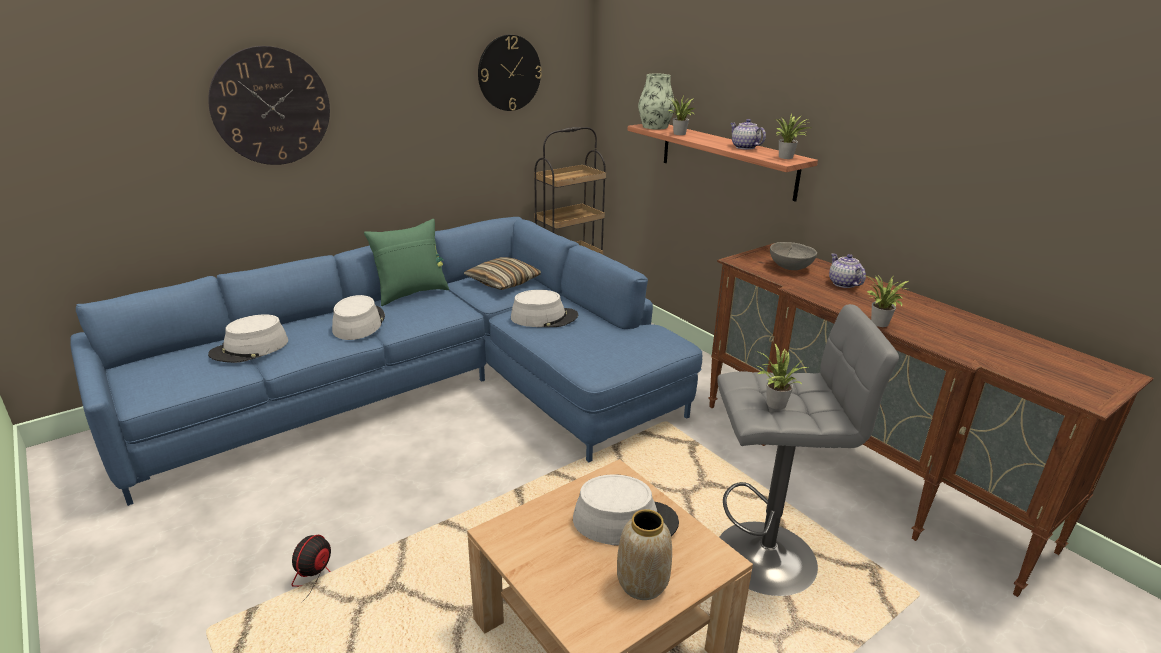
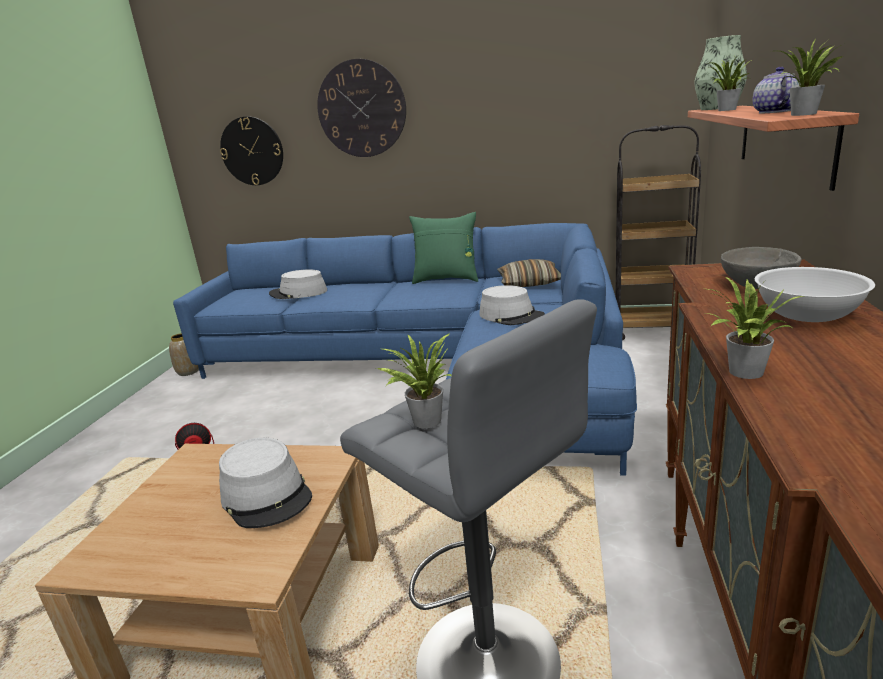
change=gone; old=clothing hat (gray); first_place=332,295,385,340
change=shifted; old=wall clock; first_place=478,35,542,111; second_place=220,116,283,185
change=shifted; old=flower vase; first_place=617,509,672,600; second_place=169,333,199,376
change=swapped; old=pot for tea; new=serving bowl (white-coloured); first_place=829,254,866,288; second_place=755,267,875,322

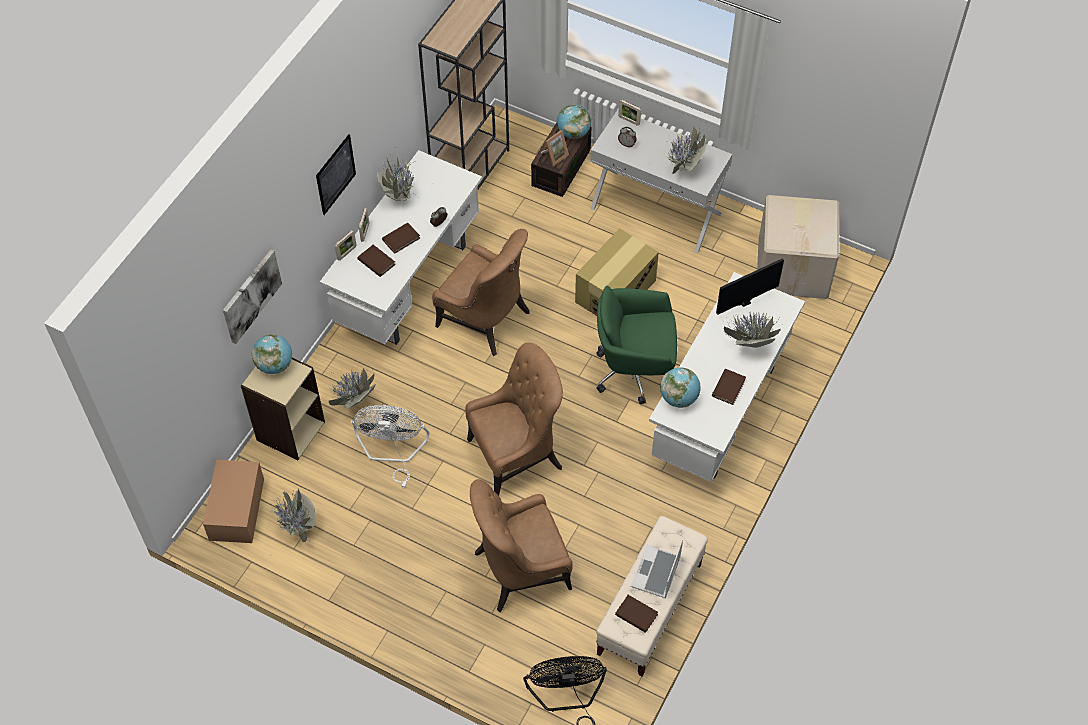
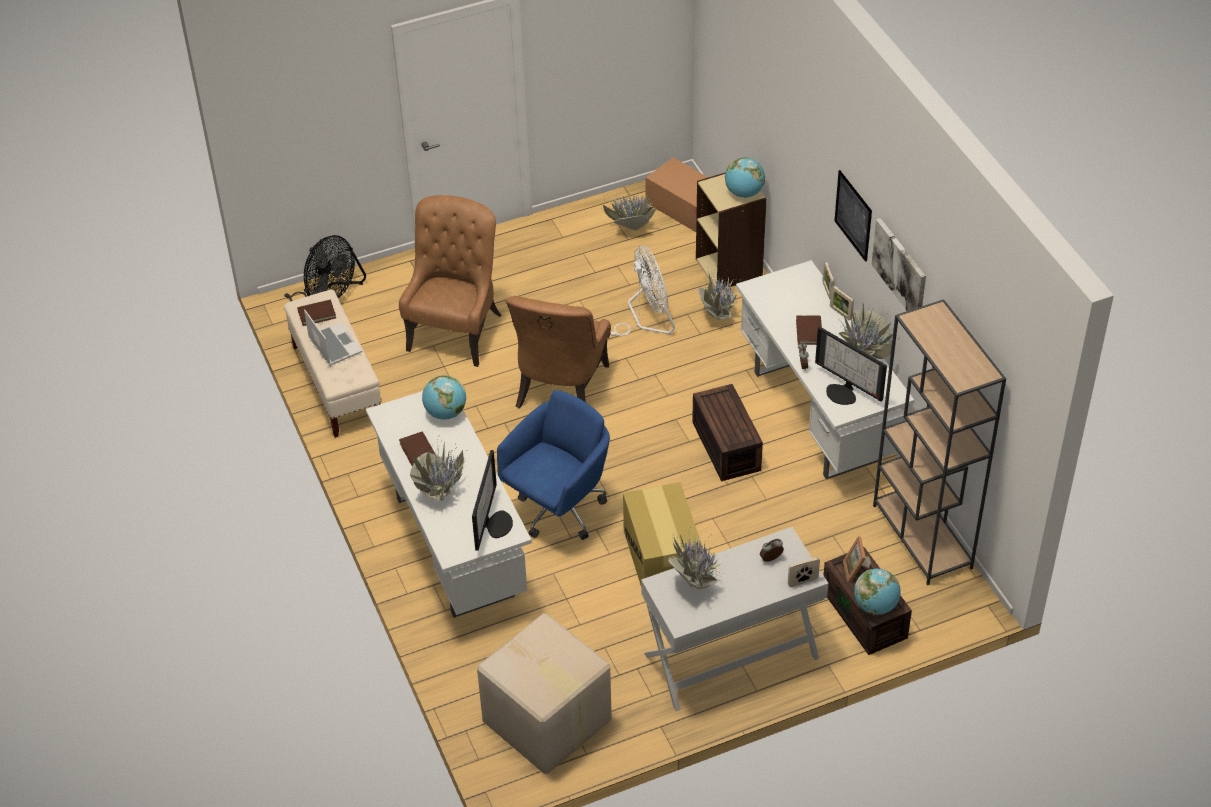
change=shifted; old=wall art; first_place=223,249,282,344; second_place=871,218,926,311
change=rotated; old=fan (white-coloured); first_place=351,405,429,488; second_place=610,246,675,336; degrees=-60
change=gone; old=bound book (brown-coloured); first_place=358,245,396,277
change=swapped; old=plain chair (brown-coloured); new=storage container (brown-coloured); first_place=432,229,530,356; second_place=692,384,763,481
change=repainted; old=desk chair (green); new=desk chair (bluish); first_place=596,286,677,404; second_place=497,390,610,540
change=new; new=computer display; second_place=815,327,887,405

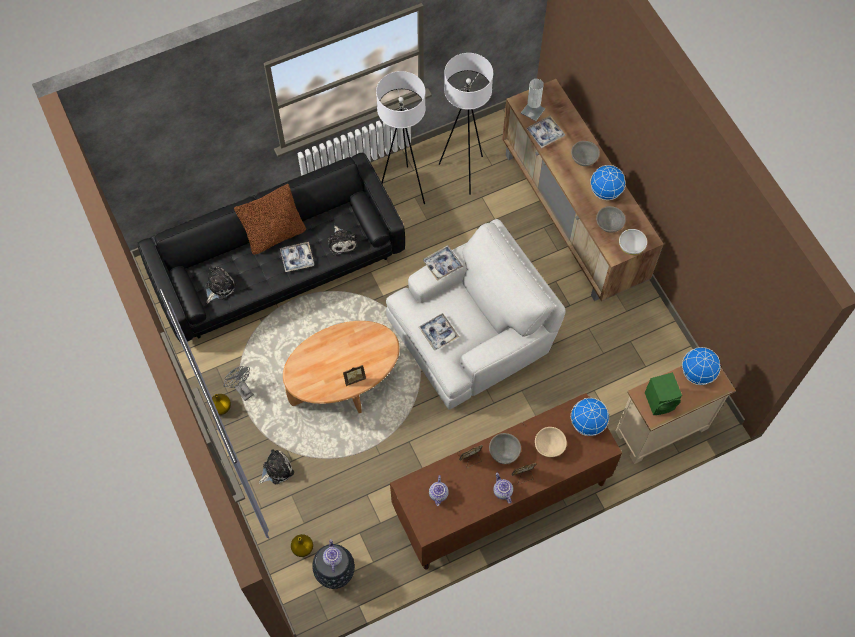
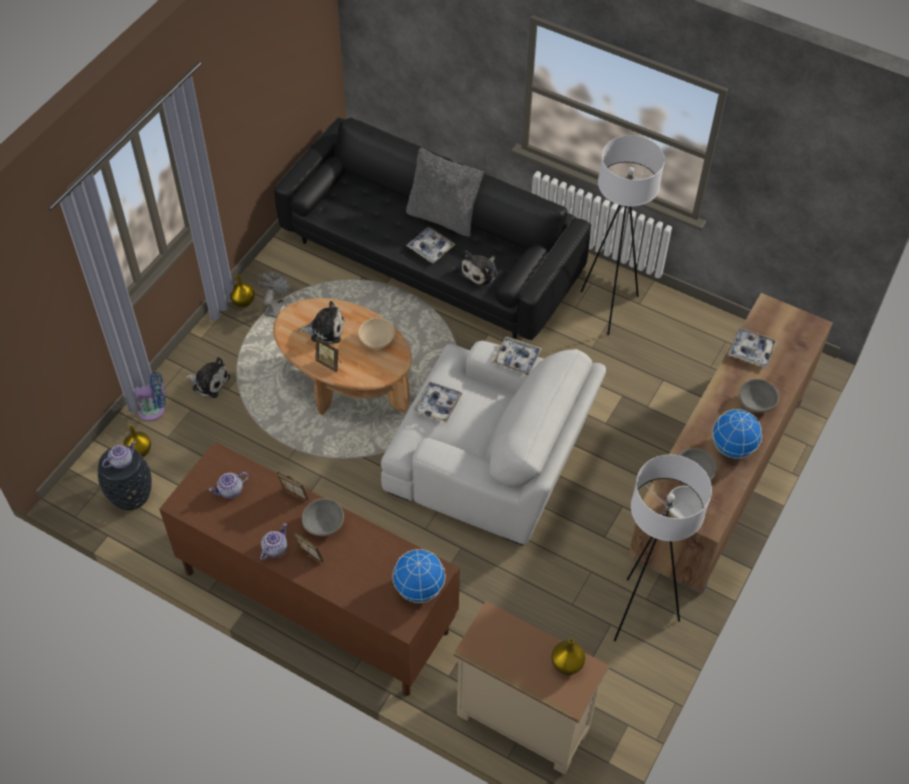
change=shifted; old=cuddly toy; first_place=205,267,237,303; second_place=298,301,344,344
change=repainted; old=pillow (brown-coloured); new=pillow (gray); first_place=234,184,306,255; second_place=406,148,484,236
change=shifted; old=standing lamp (white-coloured); first_place=439,53,493,195; second_place=614,455,712,641
change=gone; old=tabletop lamp (white-coloured); first_place=521,79,545,121
change=shifted; old=serving bowl (beige-coloured); first_place=535,427,567,457; second_place=358,318,395,349
change=gone; old=audio speaker (green); first_place=645,372,682,415
change=swapped; old=desk globe; new=flower vase (yellow-coloured); first_place=682,347,721,385; second_place=551,639,585,675
change=new; new=fan (bluish); second_place=134,372,166,421

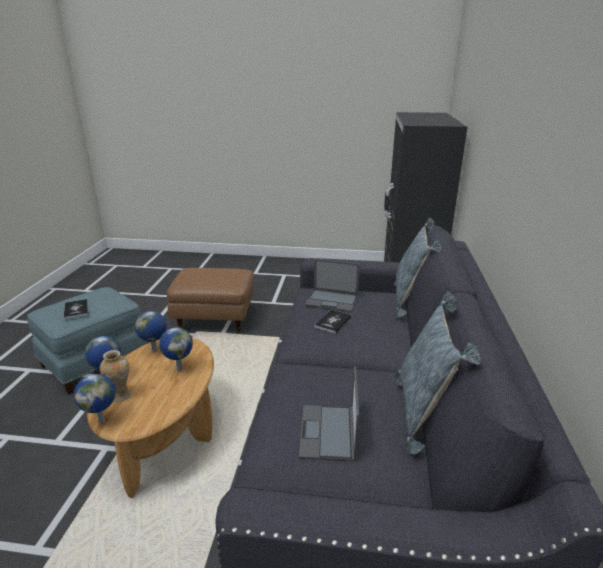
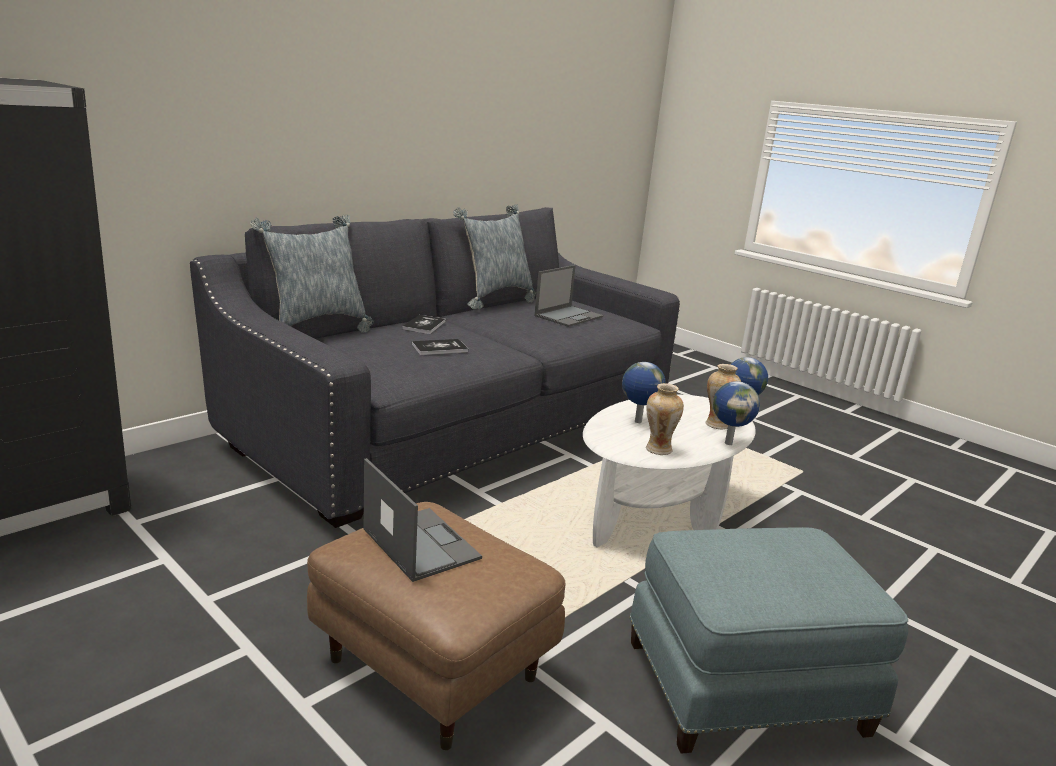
change=shifted; old=bound book; first_place=64,299,88,319; second_place=402,315,446,334
change=repainted; old=low table (brown-coloured); new=low table (white-coloured); first_place=87,338,214,498; second_place=583,394,756,548
change=swapped; old=desk globe; new=flower vase; first_place=135,311,167,352; second_place=646,383,684,455
change=shifted; old=laptop; first_place=305,259,360,312; second_place=363,458,482,582

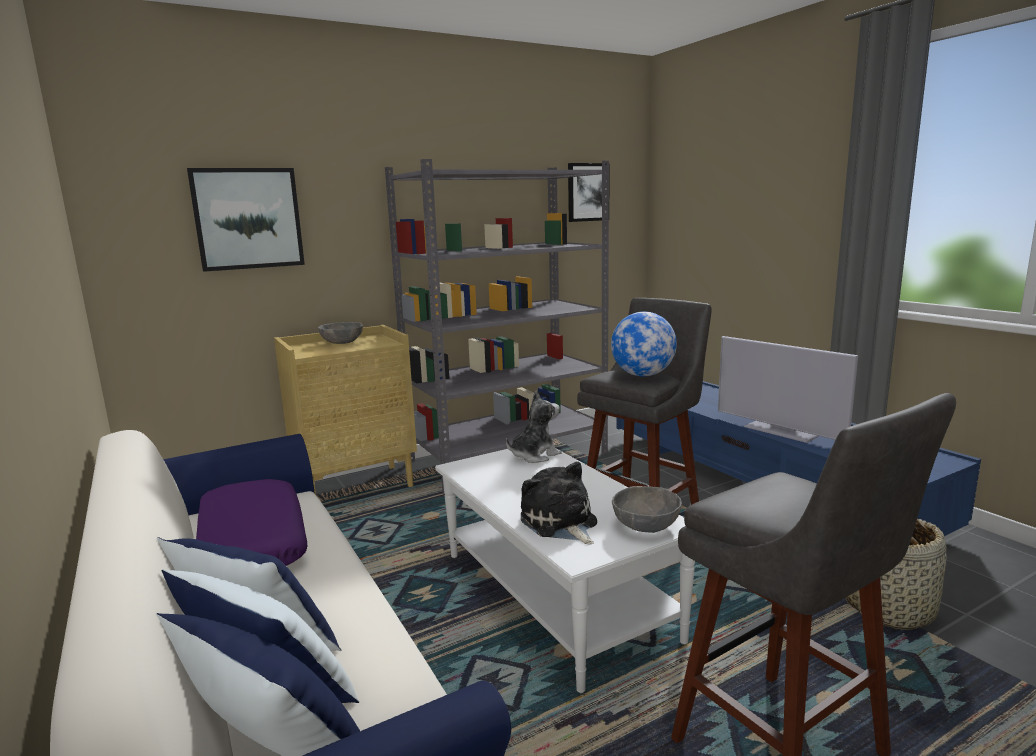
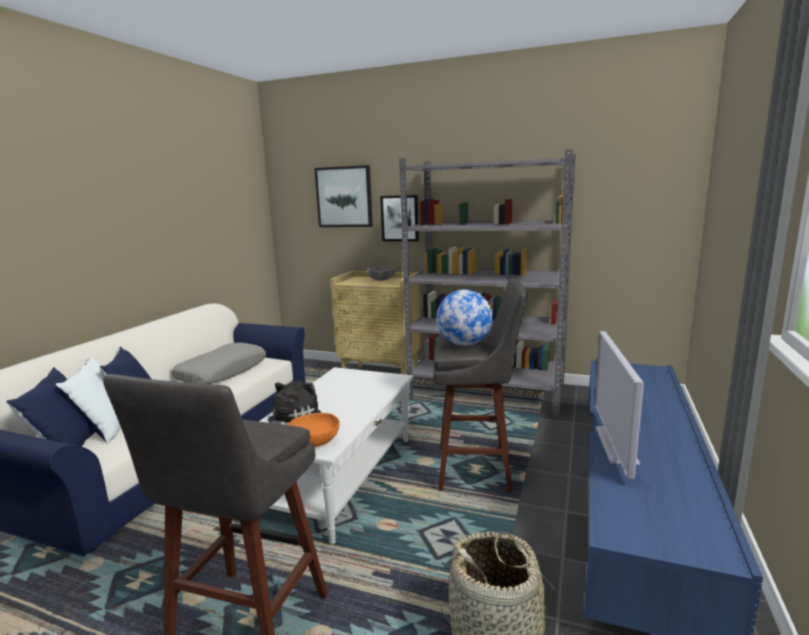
change=repainted; old=pillow (purple-coloured); new=pillow (gray); first_place=196,479,308,566; second_place=172,342,266,384
change=gone; old=cuddly toy; first_place=506,391,561,463
change=shifted; old=wall art; first_place=568,163,610,222; second_place=380,195,419,242
change=repainted; old=serving bowl (gray); new=serving bowl (orange-coloured); first_place=612,486,682,533; second_place=288,413,340,447

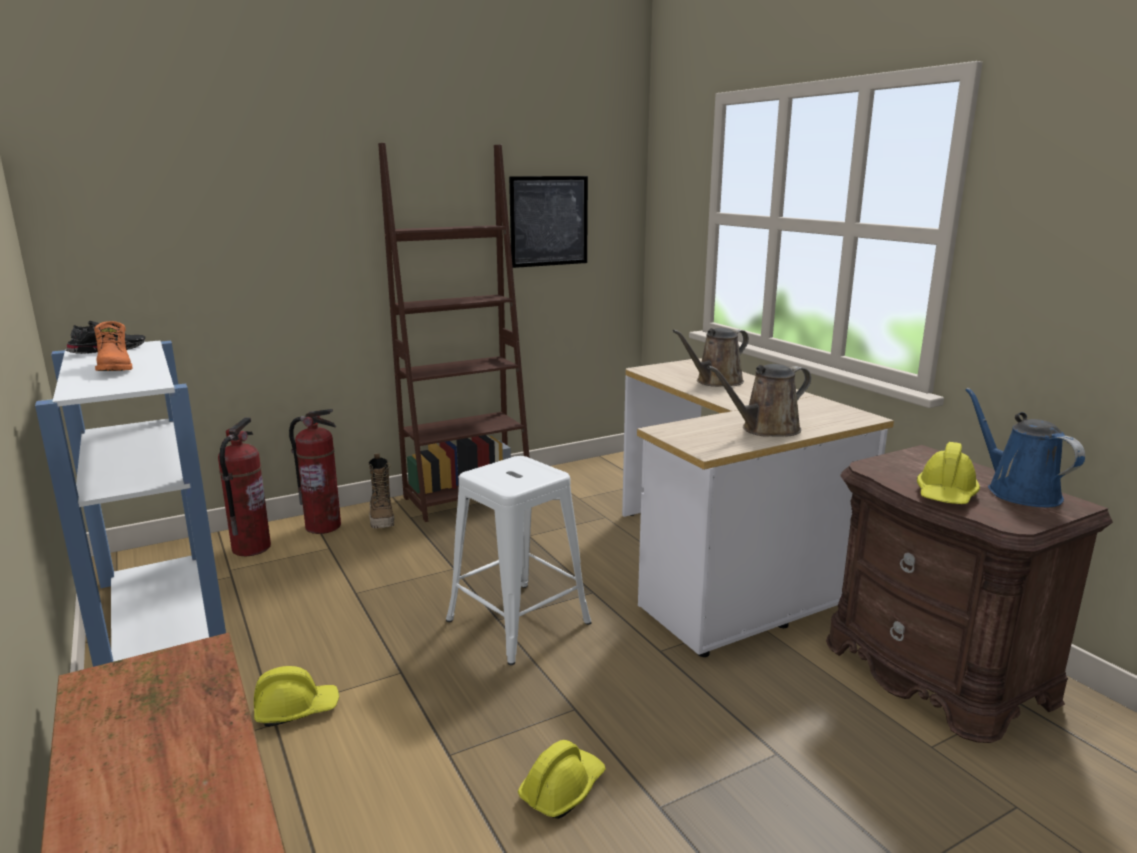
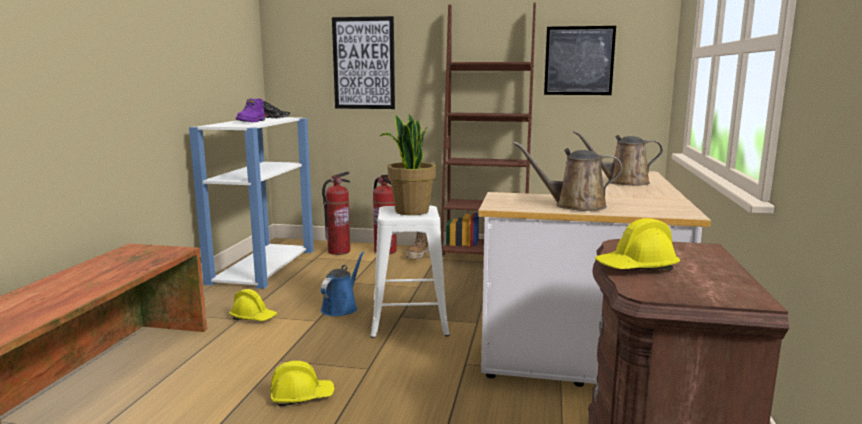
change=repainted; old=tall boot (orange-coloured); new=tall boot (purple-coloured); first_place=94,321,132,371; second_place=236,98,265,122
change=shifted; old=watering can (bluish); first_place=965,388,1085,507; second_place=321,251,365,316
change=new; new=wall art; second_place=332,16,395,109
change=new; new=houseplant; second_place=380,114,436,215

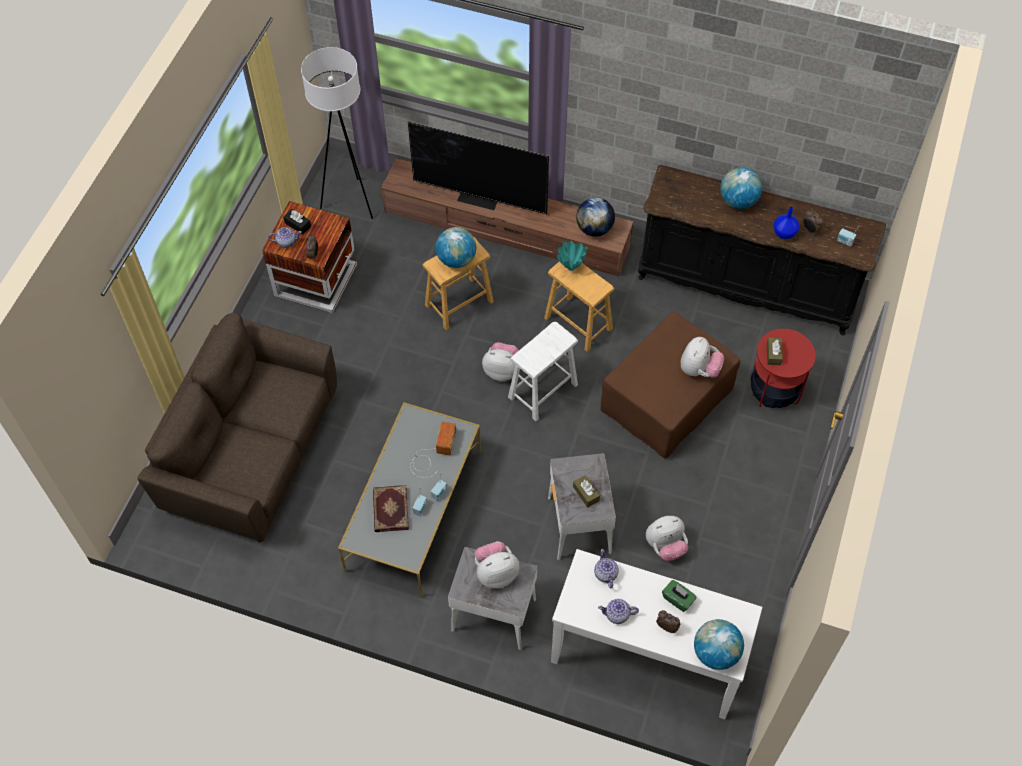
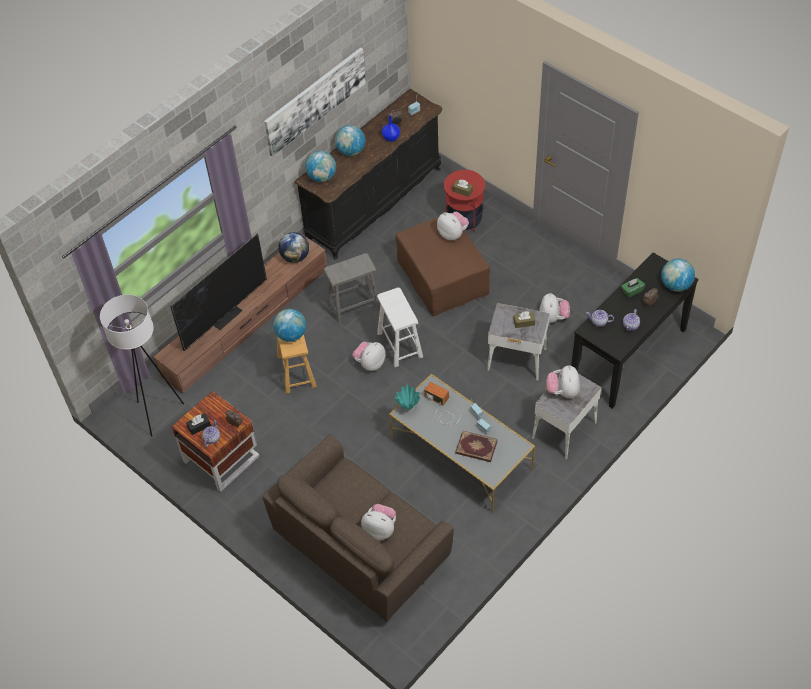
change=repainted; old=stool (brown-coloured); new=stool (gray); first_place=544,262,614,352; second_place=324,253,380,324
change=repainted; old=hall table (white-coloured); new=hall table (black); first_place=551,549,763,719; second_place=571,253,698,409
change=shifted; old=flower vase (turquoise); first_place=557,241,588,271; second_place=395,384,420,410
change=new; new=wall art; second_place=264,48,366,156
change=new; new=desk globe; second_place=305,151,336,182
change=new; new=cuddly toy; second_place=361,504,396,540

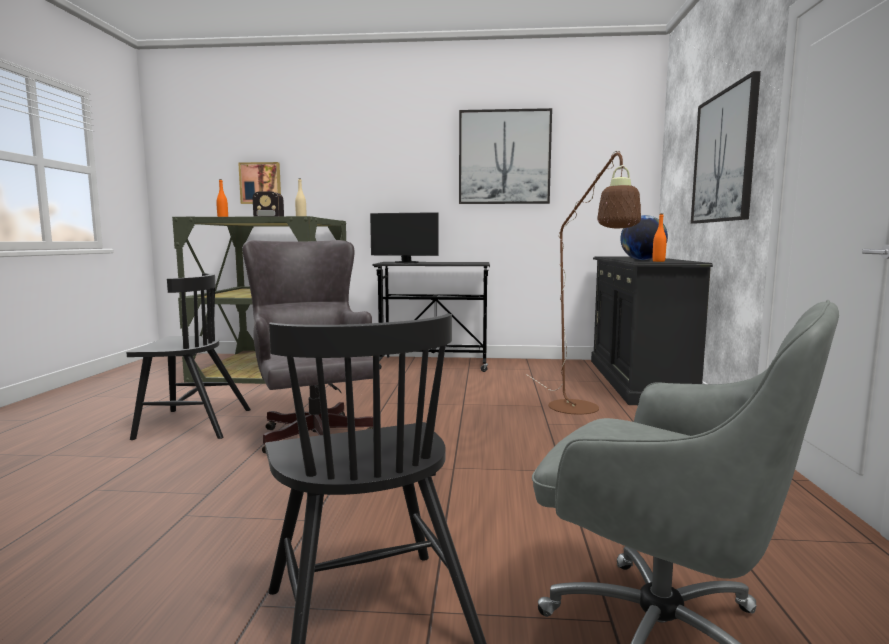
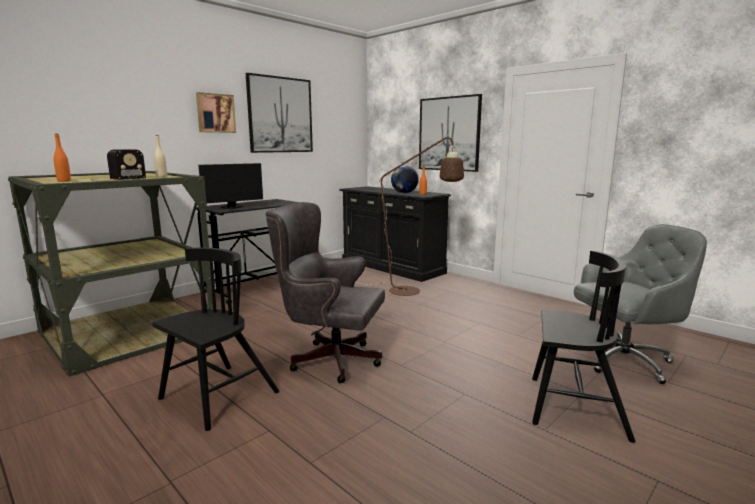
change=shifted; old=wall art; first_place=238,162,281,204; second_place=196,92,236,133

